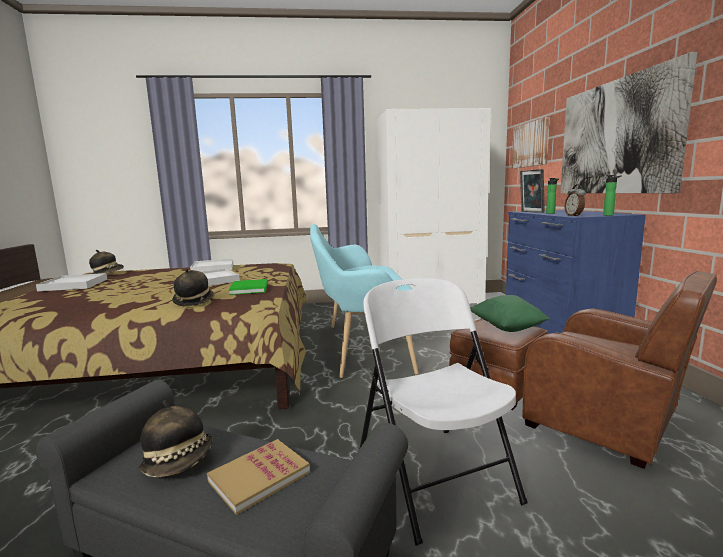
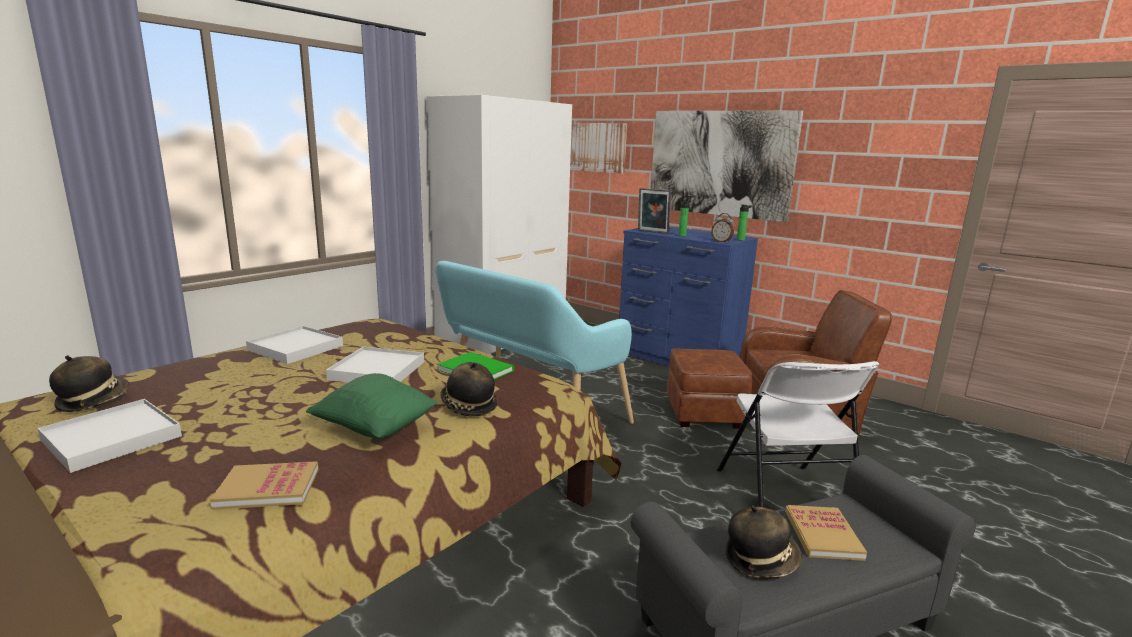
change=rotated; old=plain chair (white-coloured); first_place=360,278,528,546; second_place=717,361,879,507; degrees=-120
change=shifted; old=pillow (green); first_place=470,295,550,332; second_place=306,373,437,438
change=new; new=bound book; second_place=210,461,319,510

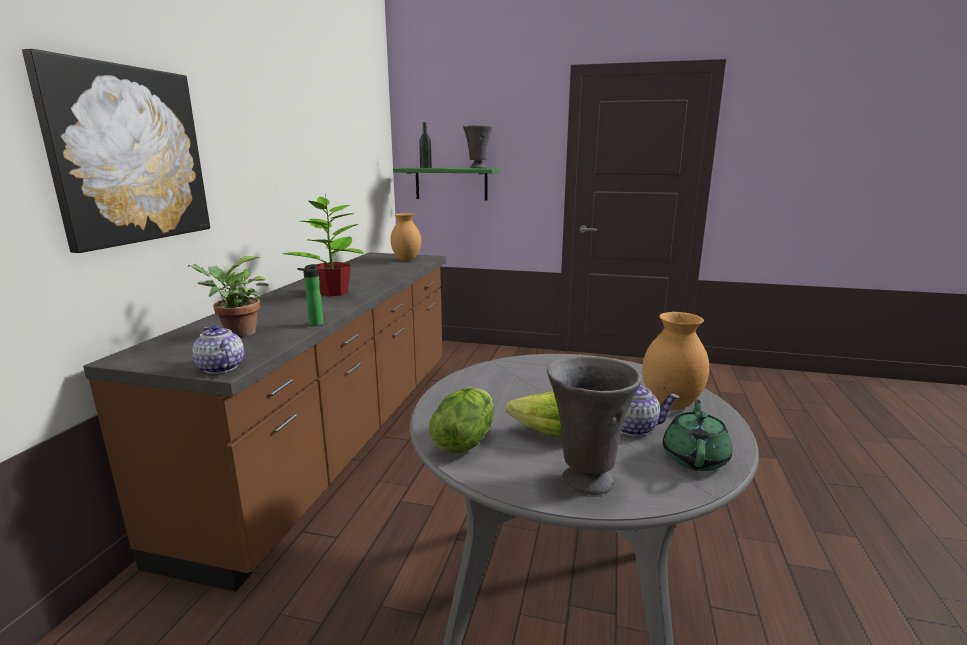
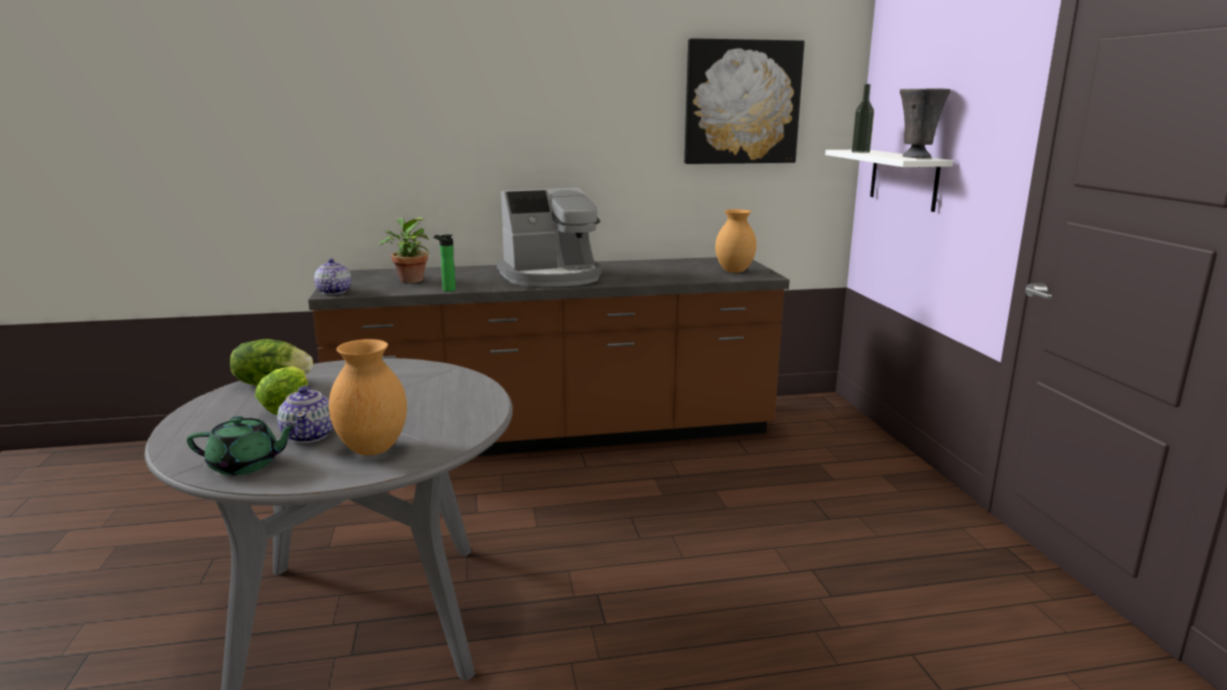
change=shifted; old=wall art; first_place=22,49,210,253; second_place=684,38,805,164
change=rotated; old=pot for tea; first_place=192,325,244,374; second_place=314,259,351,295; degrees=-45
change=swapped; old=houseplant; new=coffee maker; first_place=283,194,364,296; second_place=497,188,601,287
change=repainted; old=bracket shelf (green); new=bracket shelf (white-coloured); first_place=393,168,499,201; second_place=825,150,953,212
change=gone; old=flower vase (gray); first_place=547,356,641,495

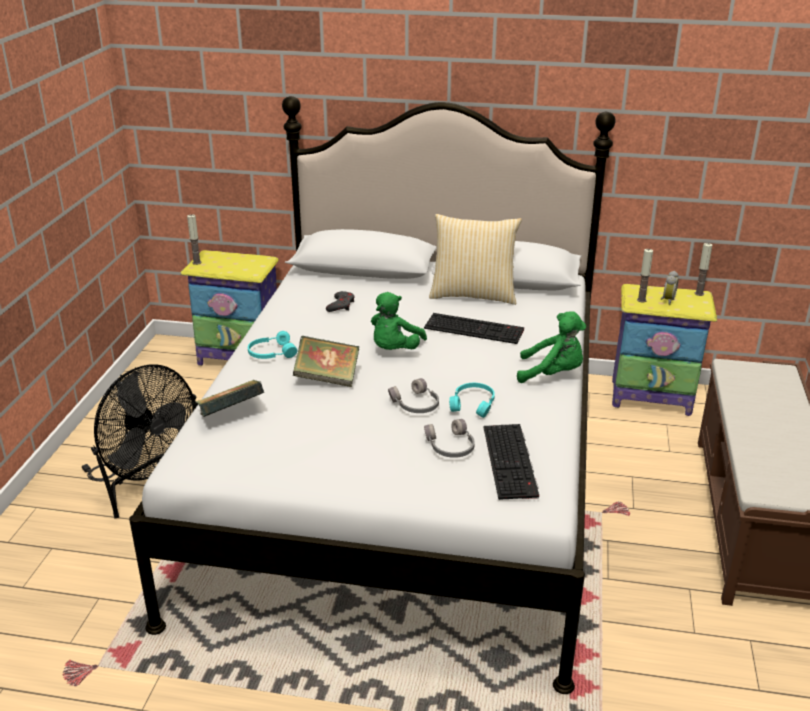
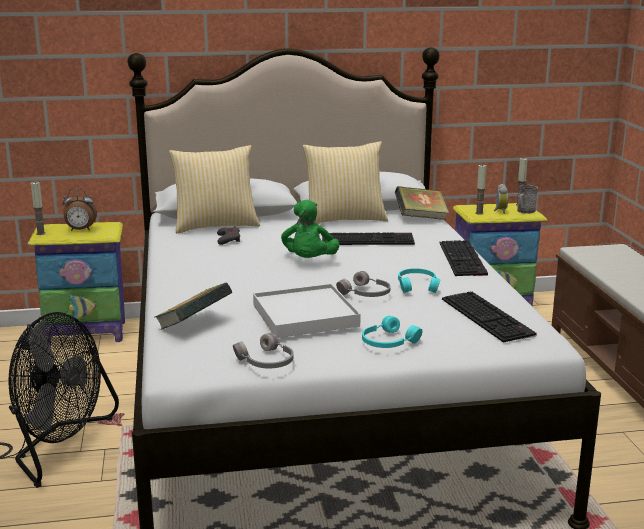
change=shifted; old=pair of headphones (turquoise); first_place=248,331,297,359; second_place=362,316,422,348
change=shifted; old=bound book; first_place=293,336,359,387; second_place=395,186,449,220
change=shifted; old=pair of headphones (gray); first_place=424,419,475,458; second_place=233,333,294,368
change=swapped; old=cuddly toy (green); new=keyboard; first_place=517,311,586,383; second_place=440,240,488,276
change=new; new=bedside clock; second_place=62,188,97,231
change=new; new=pillow; second_place=169,145,260,233
change=new; new=serving tray (white-coloured); second_place=253,284,361,338
change=new; new=coffee mug (gray); second_place=517,185,538,214

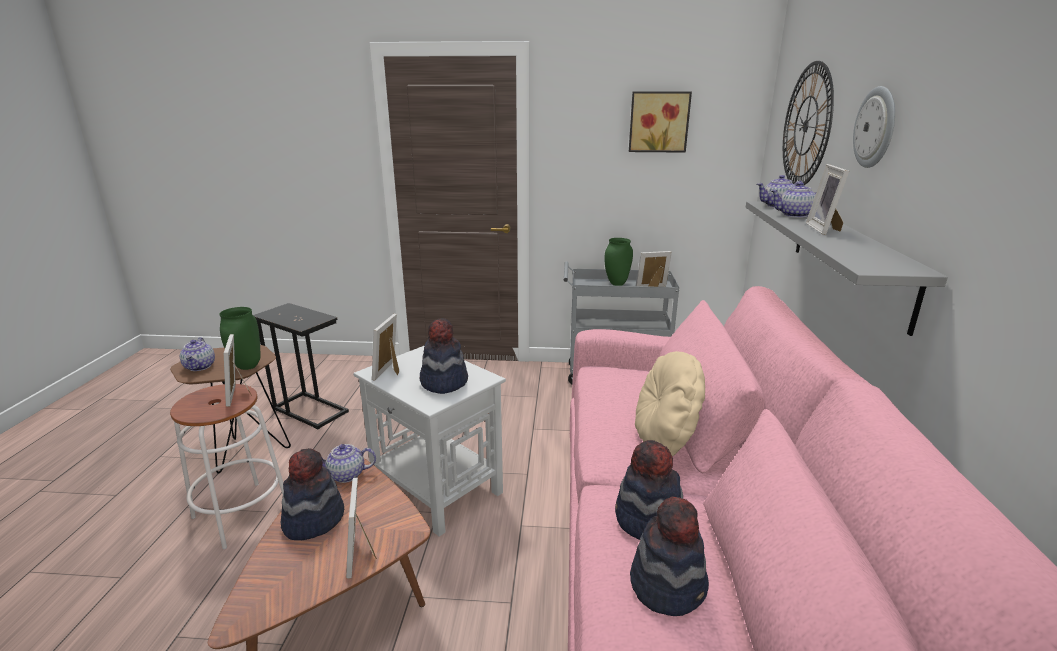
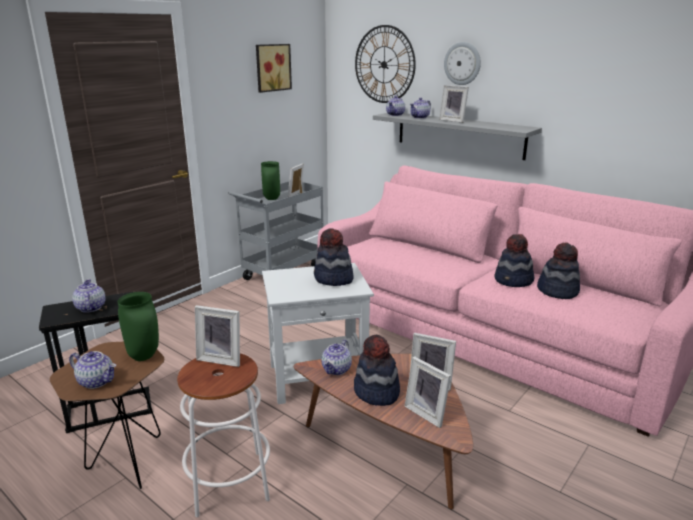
change=shifted; old=photo frame; first_place=372,314,399,381; second_place=405,356,451,428
change=gone; old=pillow (beige-coloured); first_place=635,351,705,457
change=new; new=pot for tea; second_place=72,279,106,313

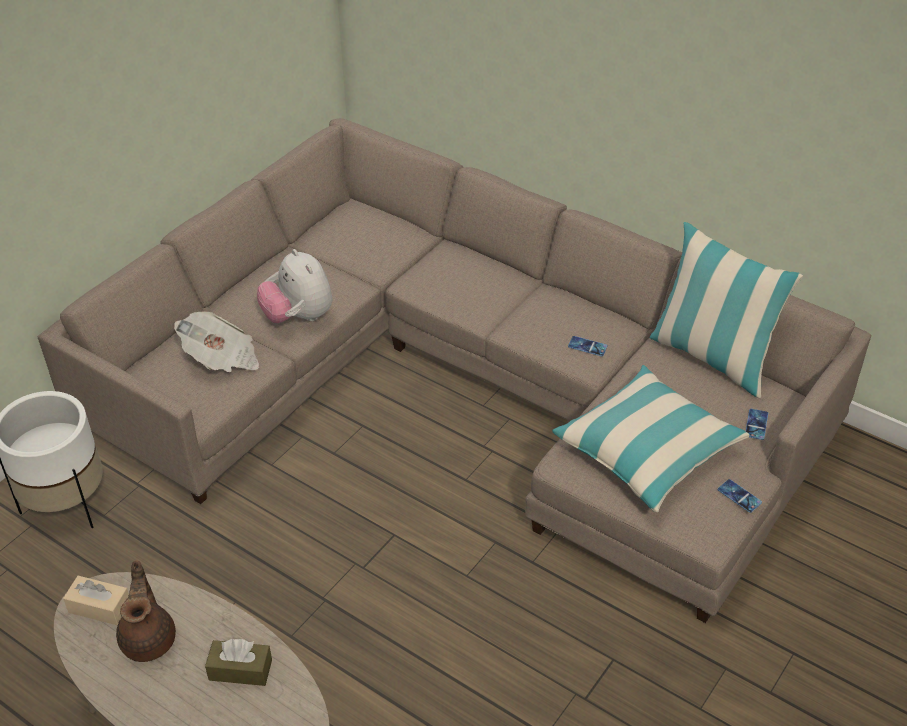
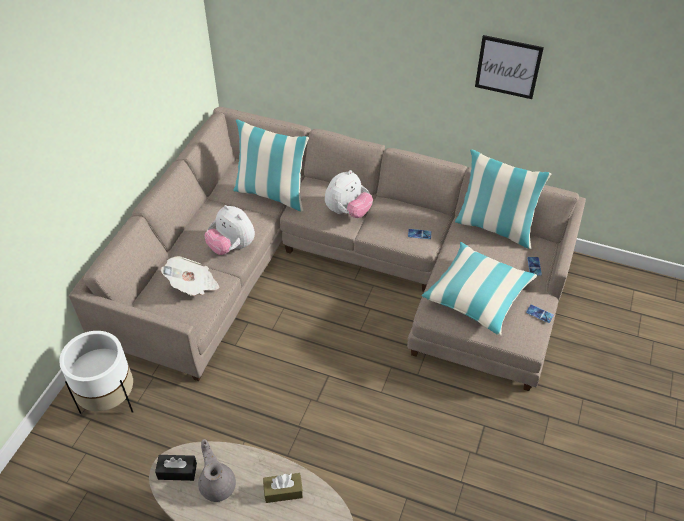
change=repainted; old=box of tissues (beige-coloured); new=box of tissues (black); first_place=63,576,129,625; second_place=155,455,197,481
change=repainted; old=pot for tea (brown-coloured); new=pot for tea (gray); first_place=116,560,176,662; second_place=198,439,236,502
change=new; new=pillow; second_place=233,119,309,212
change=new; new=cuddly toy; second_place=325,170,373,218
change=new; new=wall art; second_place=475,35,544,99

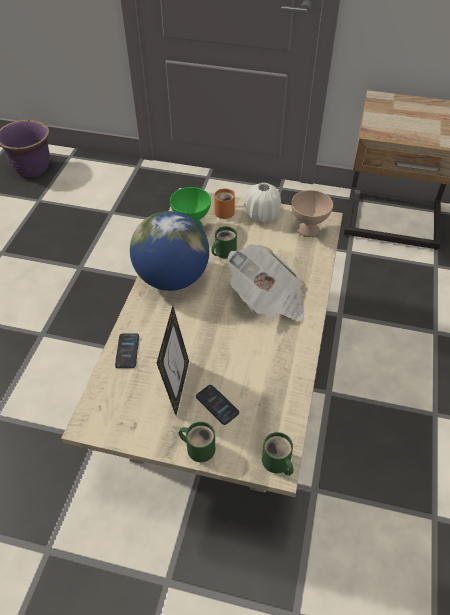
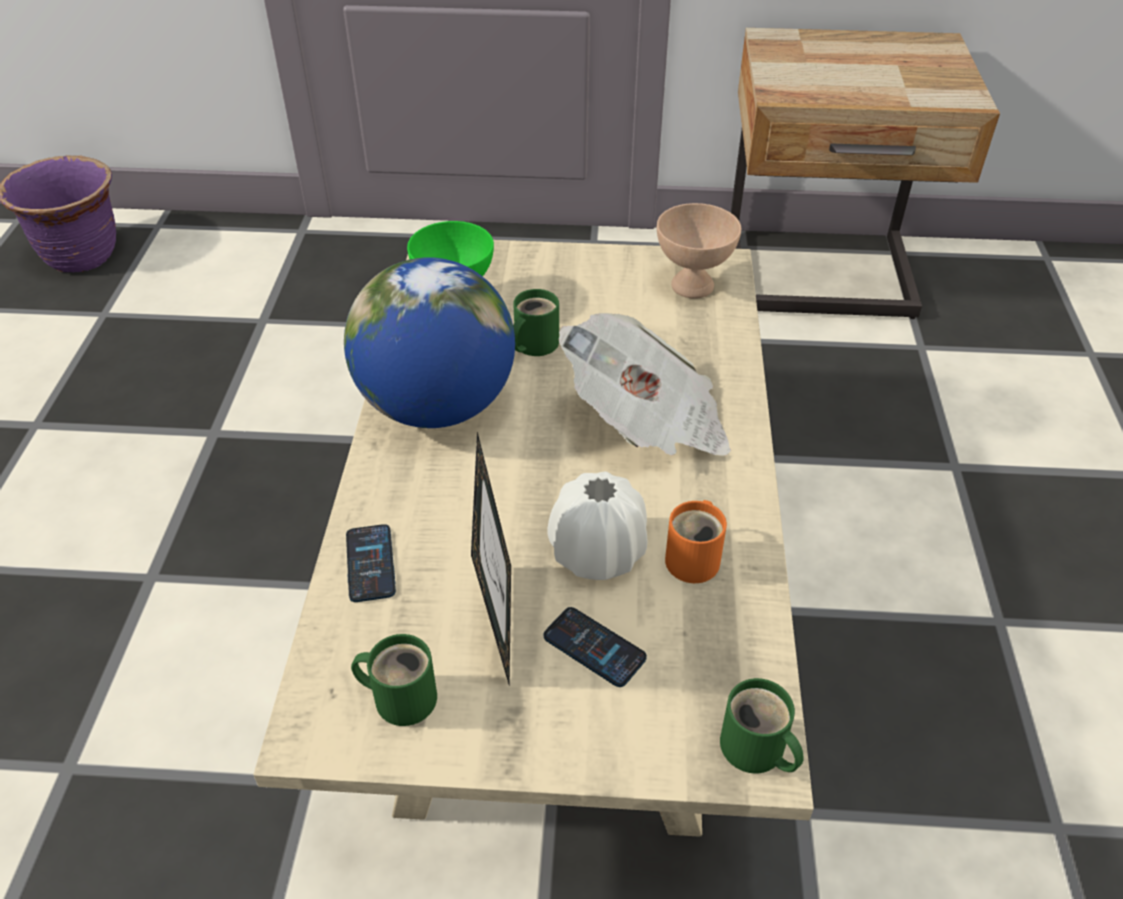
change=shifted; old=coffee mug (green); first_place=178,422,215,462; second_place=351,634,437,726
change=shifted; old=coffee mug (orange-coloured); first_place=214,188,235,219; second_place=665,500,727,583
change=shifted; old=flower vase (white-coloured); first_place=244,183,281,223; second_place=548,472,648,580

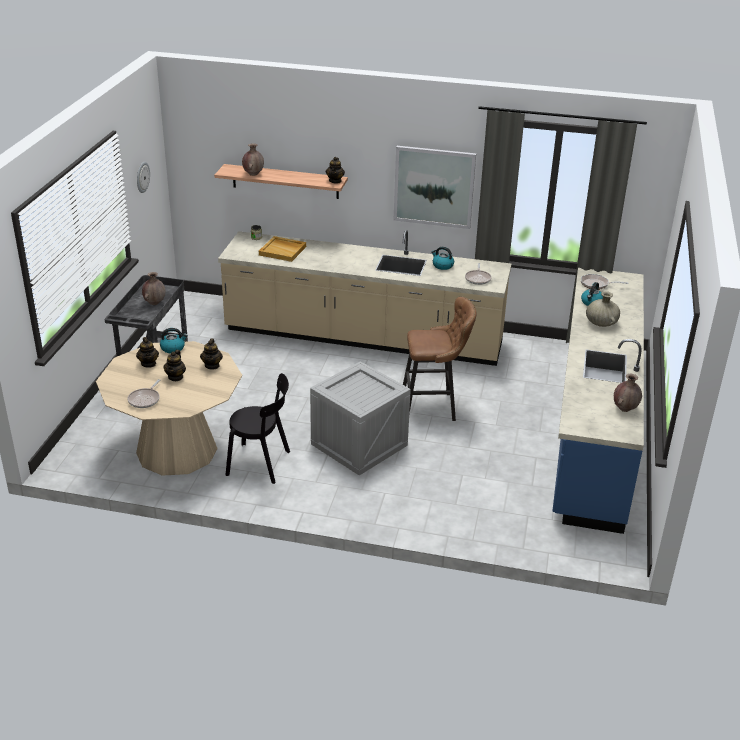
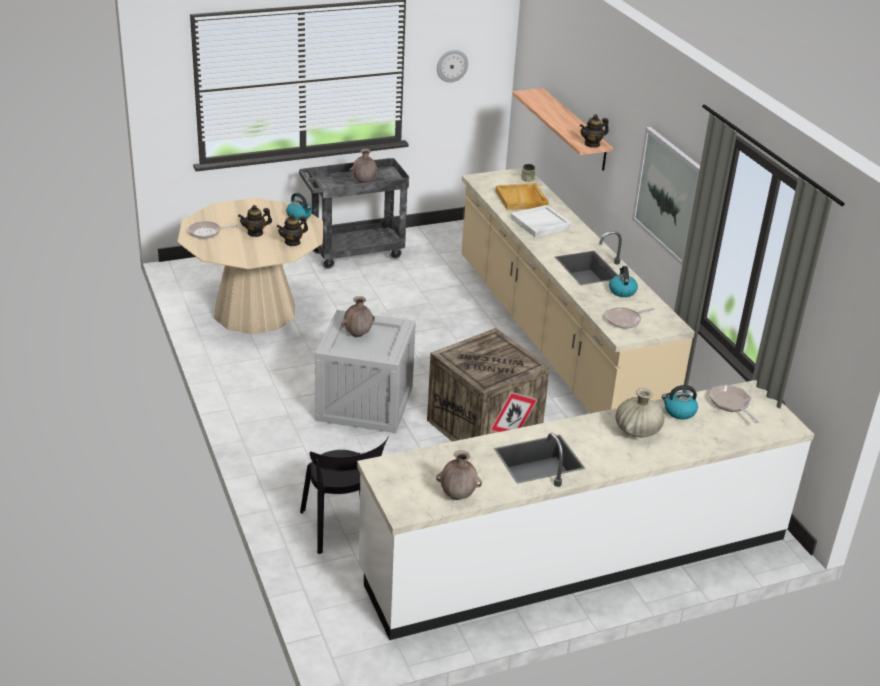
change=gone; old=pot for tea; first_place=136,337,159,368
change=shifted; old=plain chair (black); first_place=225,373,290,484; second_place=300,436,389,554
change=shifted; old=flower vase (brown-coloured); first_place=242,143,264,176; second_place=341,296,375,337
change=swapped; old=stool (brown-coloured); new=shipping crate; first_place=403,296,477,421; second_place=427,328,550,442
change=repainted; old=kitchen base unit (bluish); new=kitchen base unit (white-coloured); first_place=552,268,644,534; second_place=357,380,814,640
change=new; new=serving tray (white-coloured); second_place=511,205,572,238

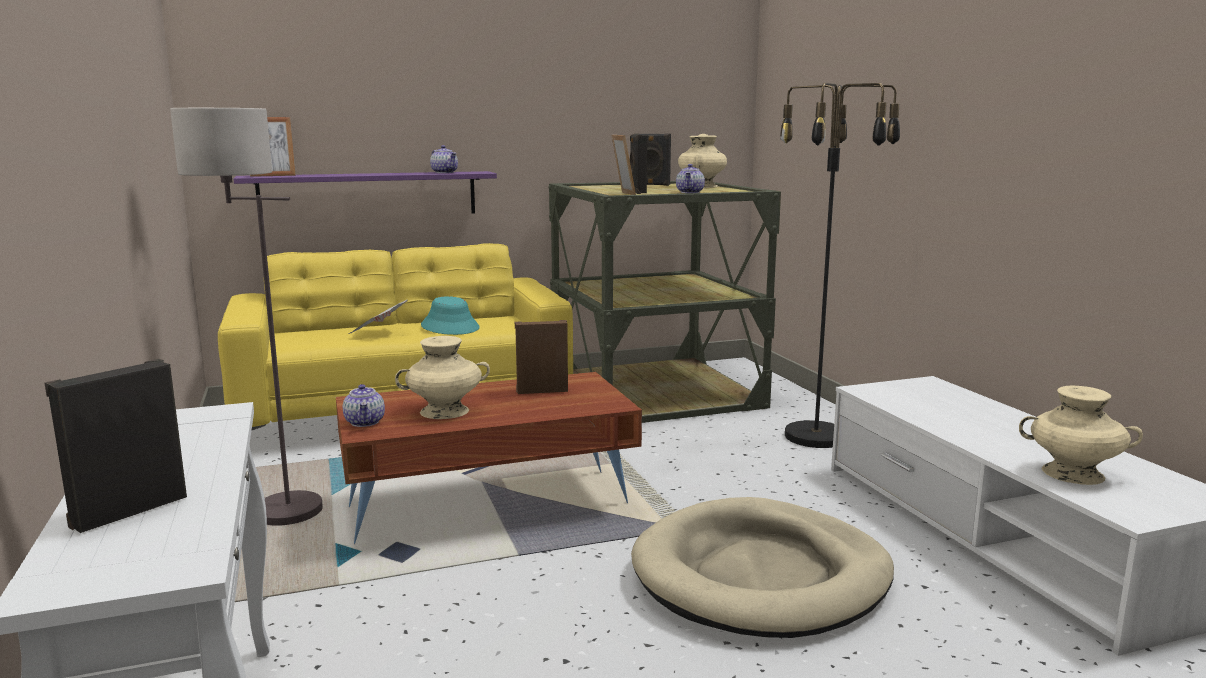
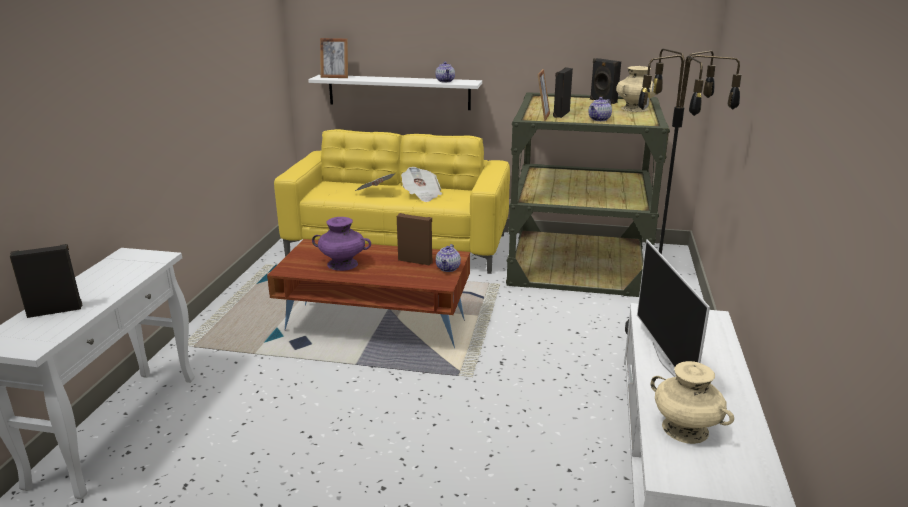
change=gone; old=standing lamp (gray); first_place=170,108,323,526
change=repainted; old=bracket shelf (purple-coloured); new=bracket shelf (white-coloured); first_place=233,171,497,213; second_place=308,75,482,110
change=shifted; old=pot for tea; first_place=343,384,385,427; second_place=436,244,461,272
change=repainted; old=flower vase (beige-coloured); new=flower vase (purple-coloured); first_place=395,336,490,419; second_place=312,217,371,271
change=swapped; old=clothing hat (turquoise); new=newspaper; first_place=421,296,480,335; second_place=401,167,442,202
change=gone; old=pet bed (beige-coloured); first_place=631,497,894,638
change=new; new=TV; second_place=637,239,710,377

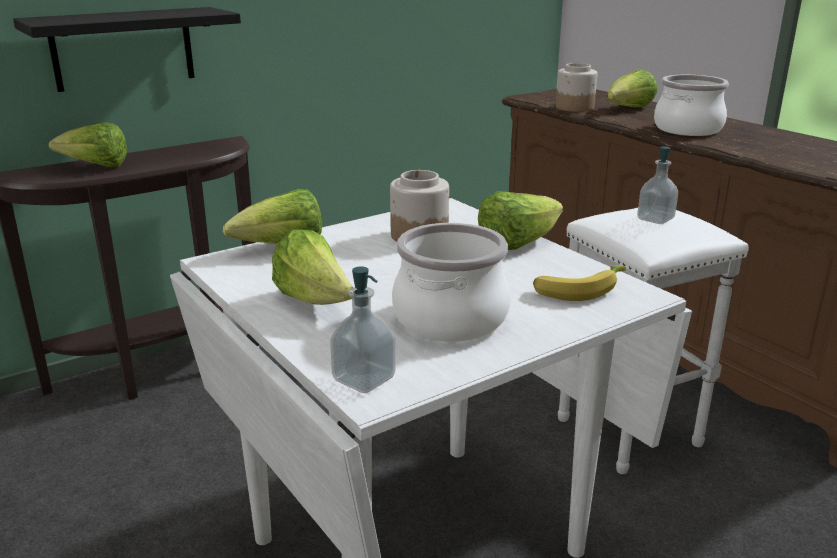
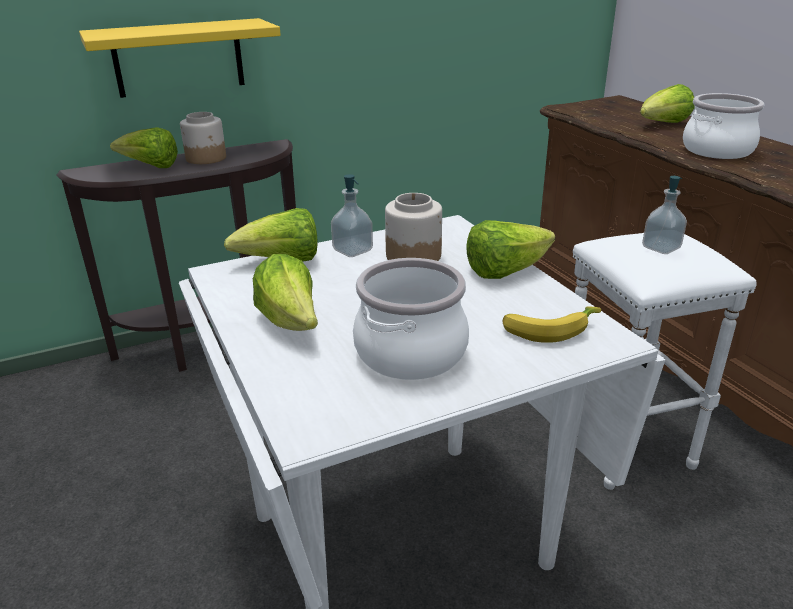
change=repainted; old=bracket shelf (black); new=bracket shelf (yellow-coloured); first_place=13,7,241,92; second_place=79,18,281,98
change=shifted; old=soap bottle; first_place=330,266,396,393; second_place=331,174,373,257
change=shifted; old=preserve jar; first_place=556,63,597,112; second_place=180,112,226,164

